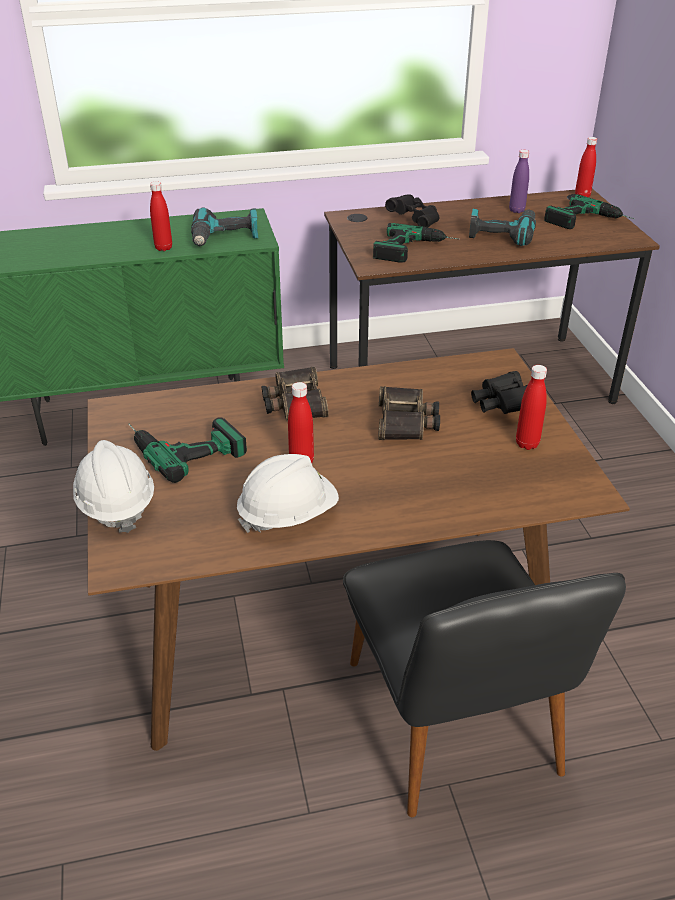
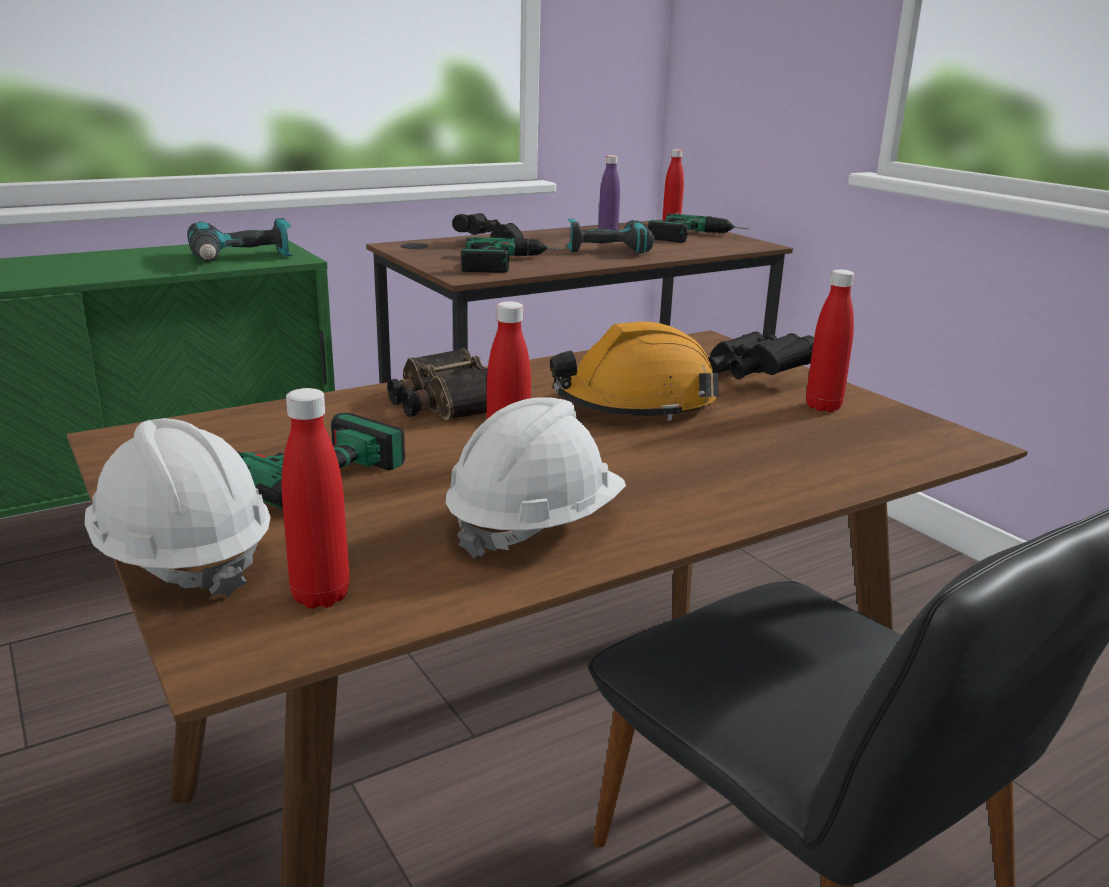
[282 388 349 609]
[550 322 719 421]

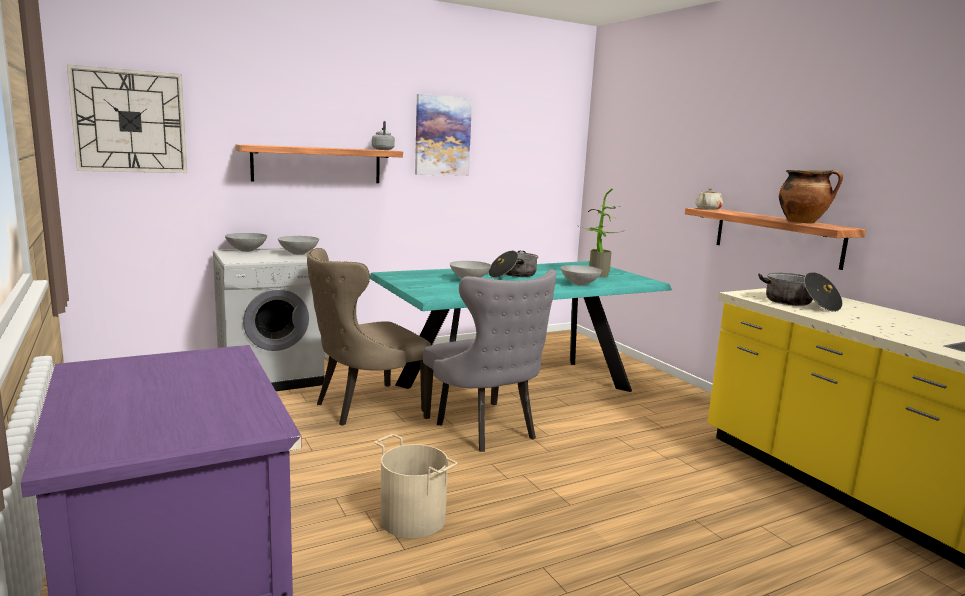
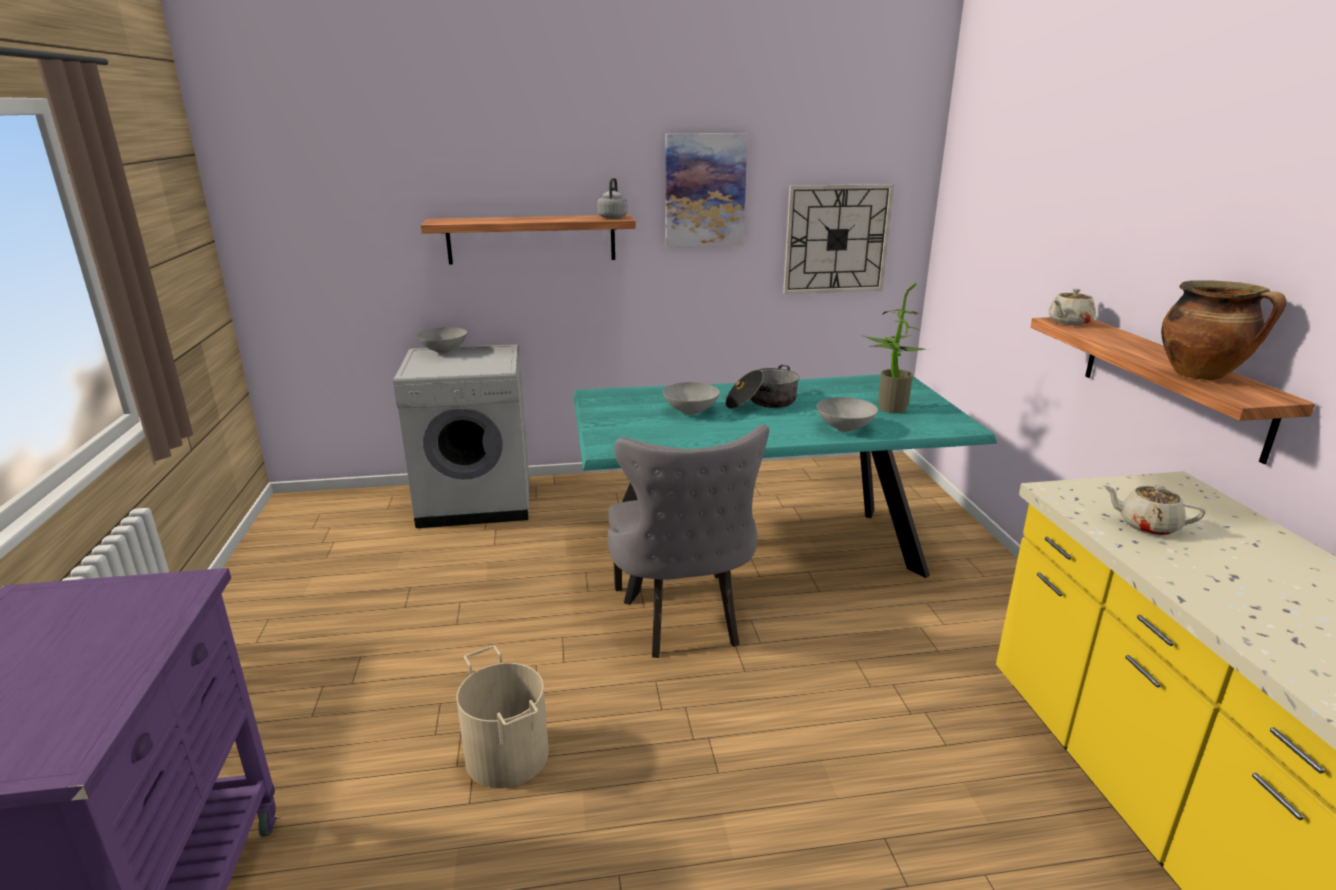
[783 184 894 294]
[278 236 319 255] (first image)
[307 248 431 426] (first image)
[1103 485 1206 535]

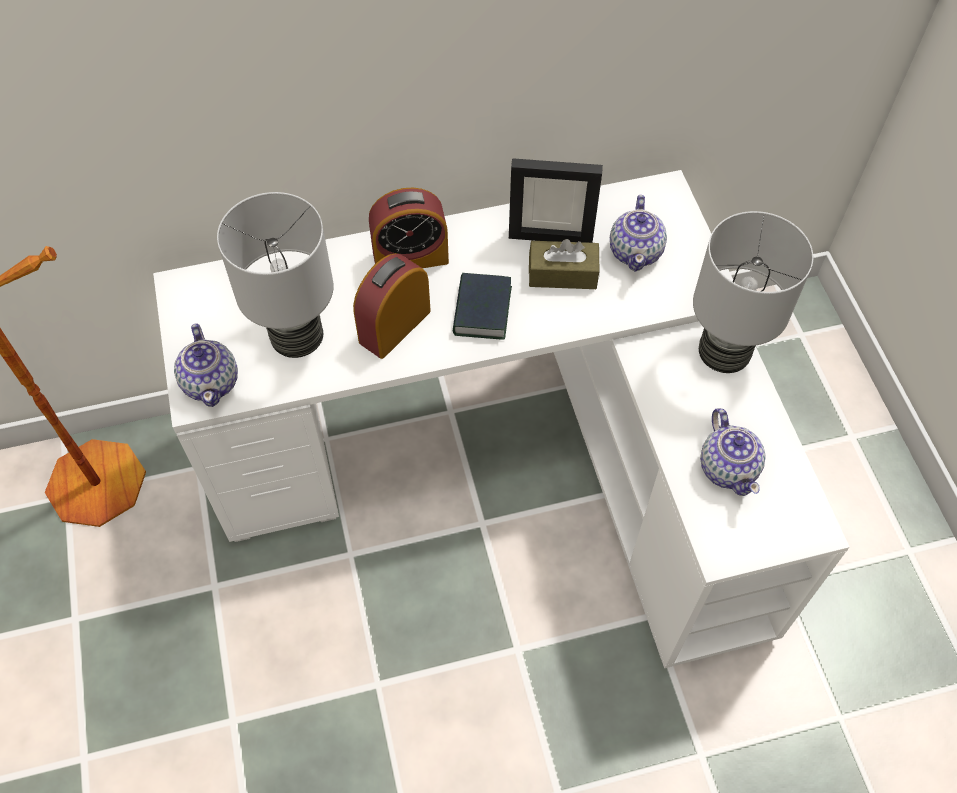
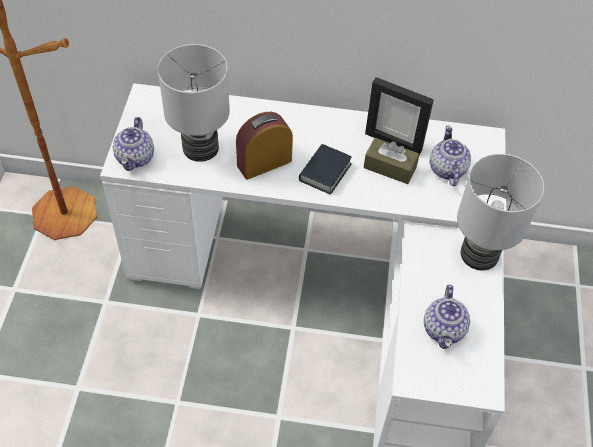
[369 187 449 268] (first image)
[430 125 471 186]

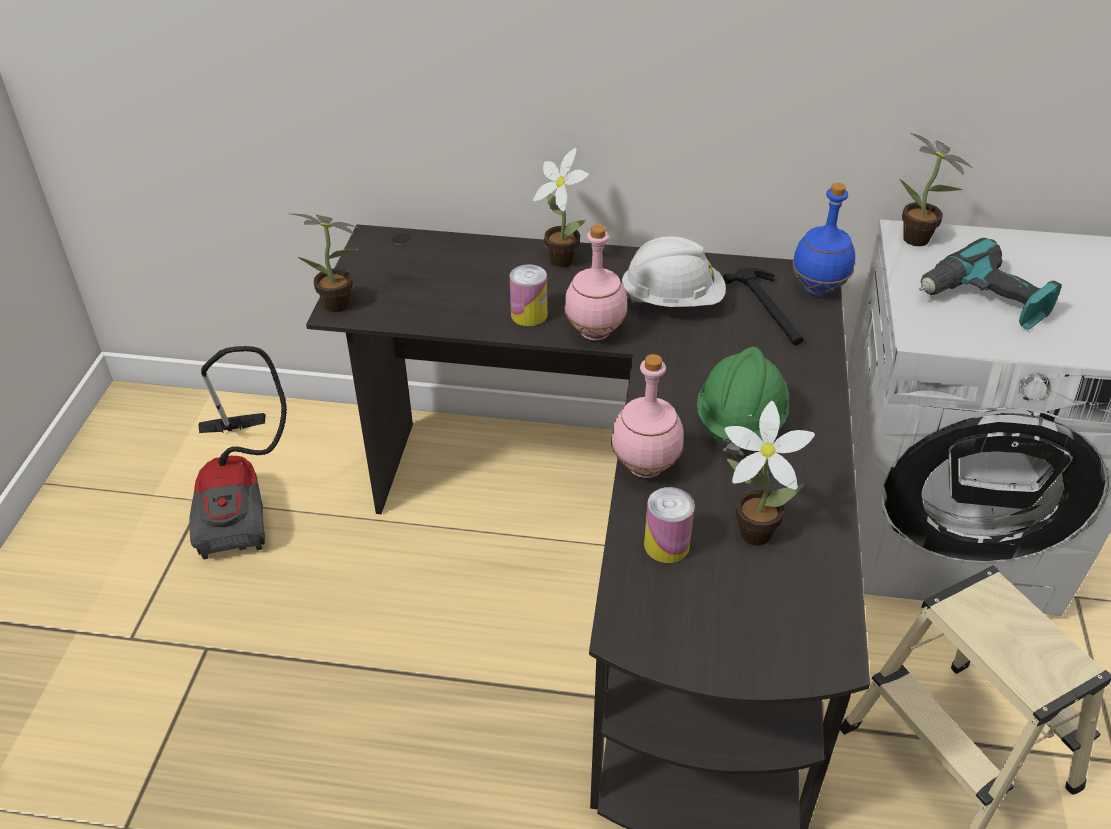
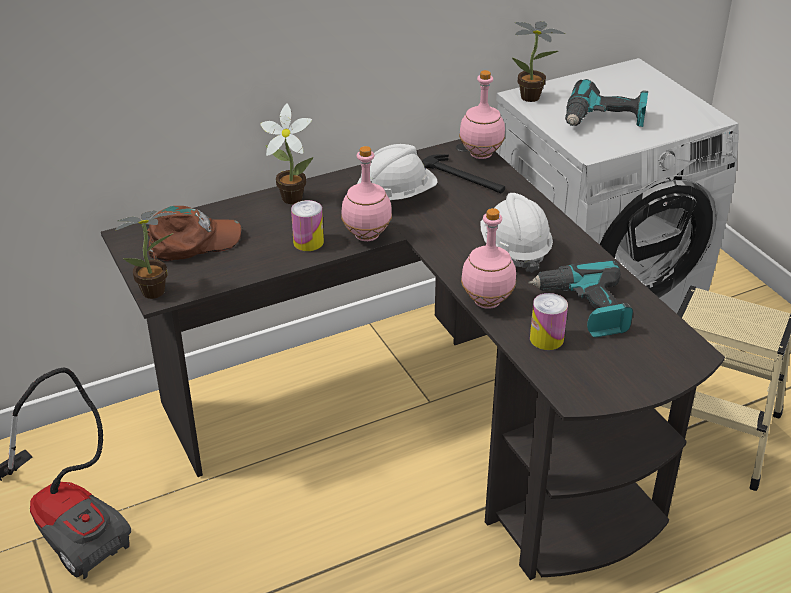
[459 70 505 159]
[480 193 553 273]
[528 259 633 337]
[147 206 243 261]

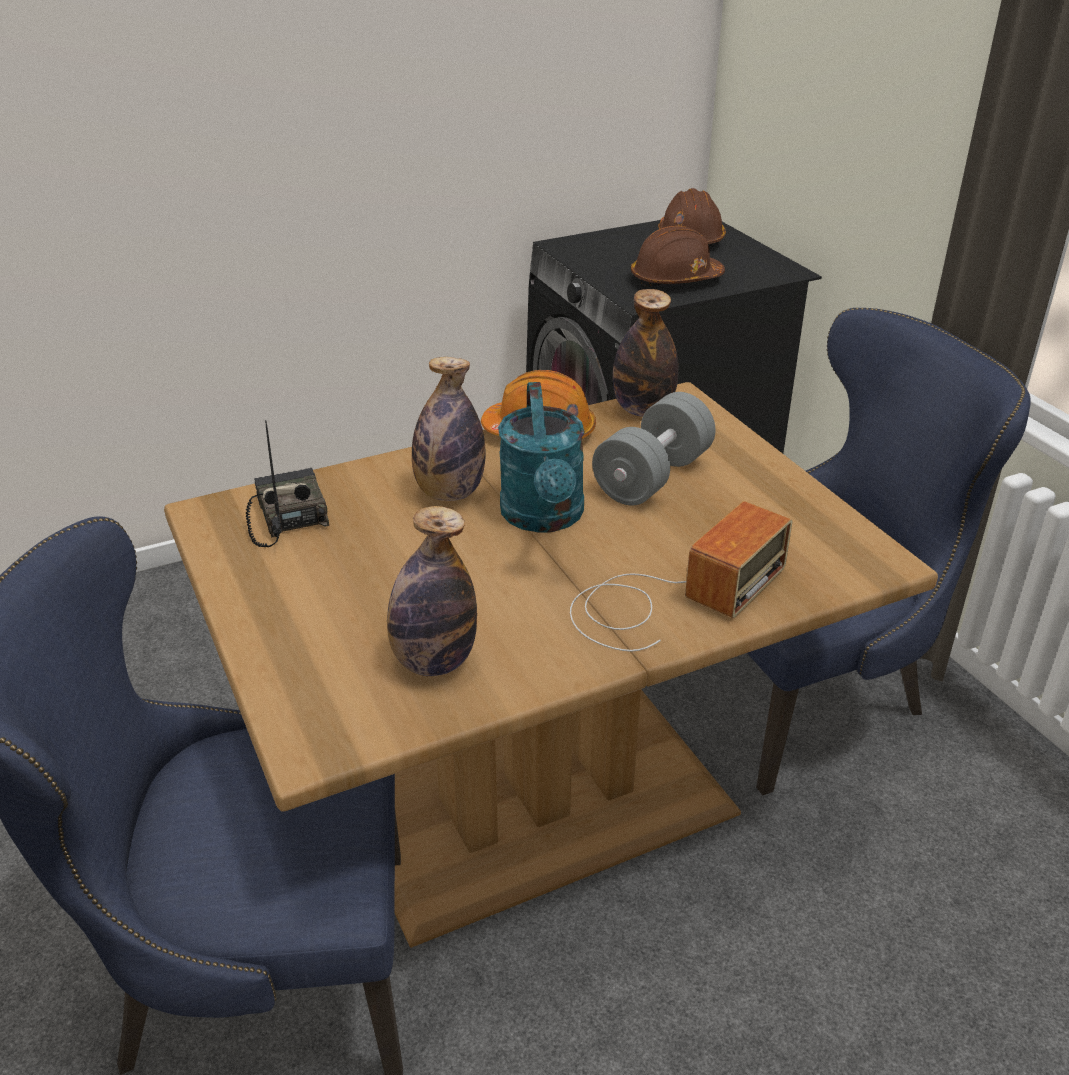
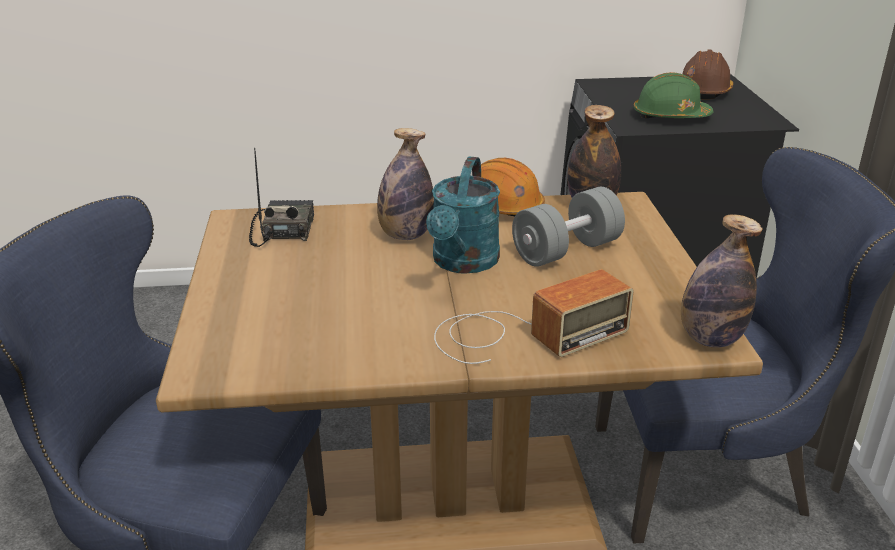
[634 72 713 118]
[681 214 762 348]

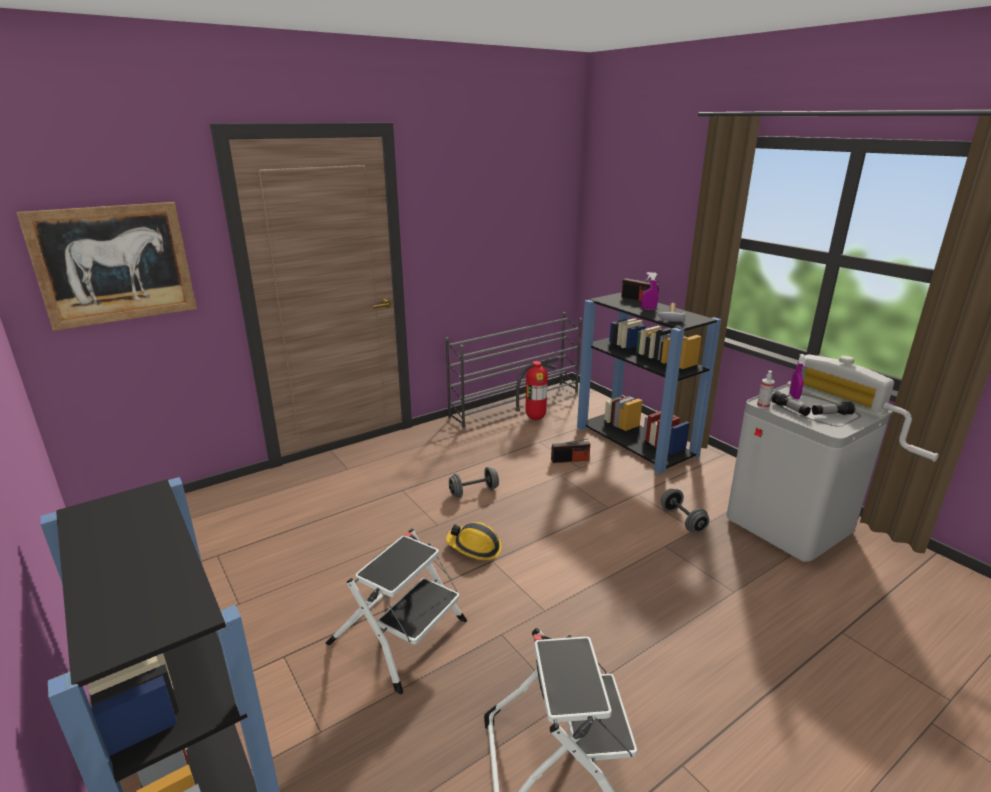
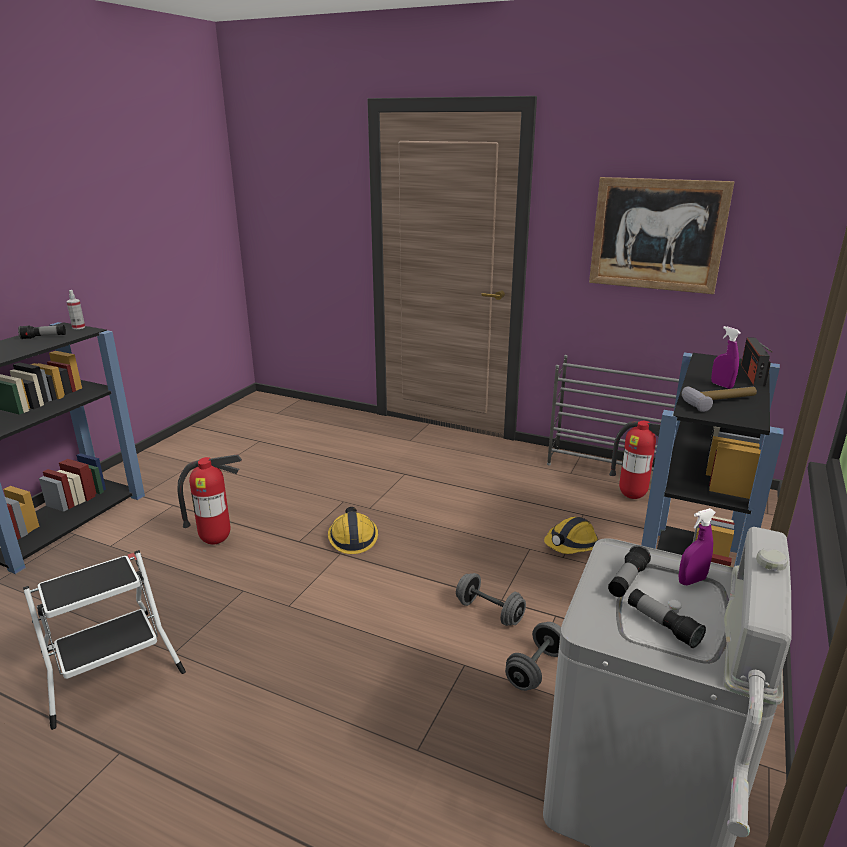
[589 177 735 294]
[66 290 85 329]
[544 517 598 554]
[456 573 526 626]
[177 454 242 544]
[18 325 66 339]

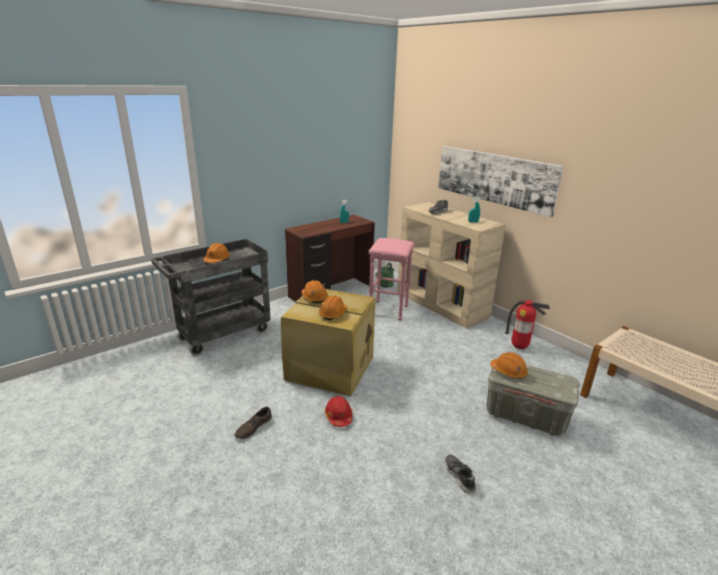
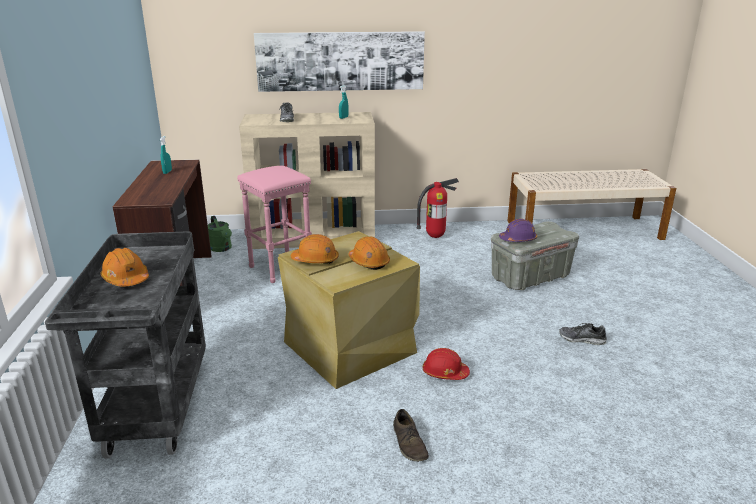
[499 219 537 242]

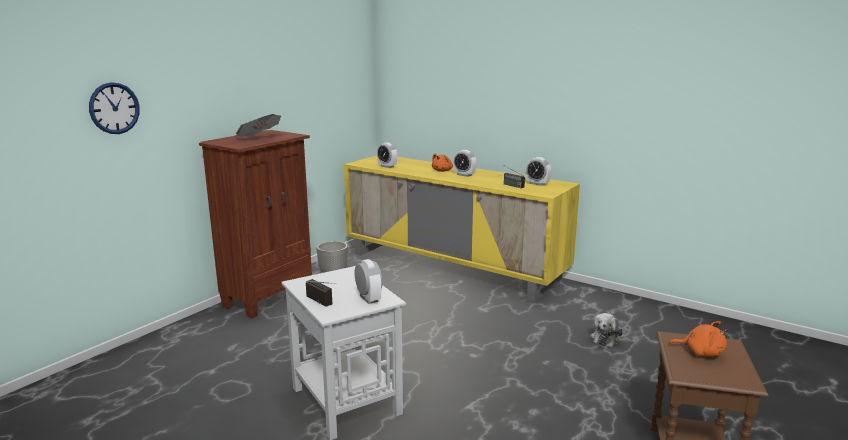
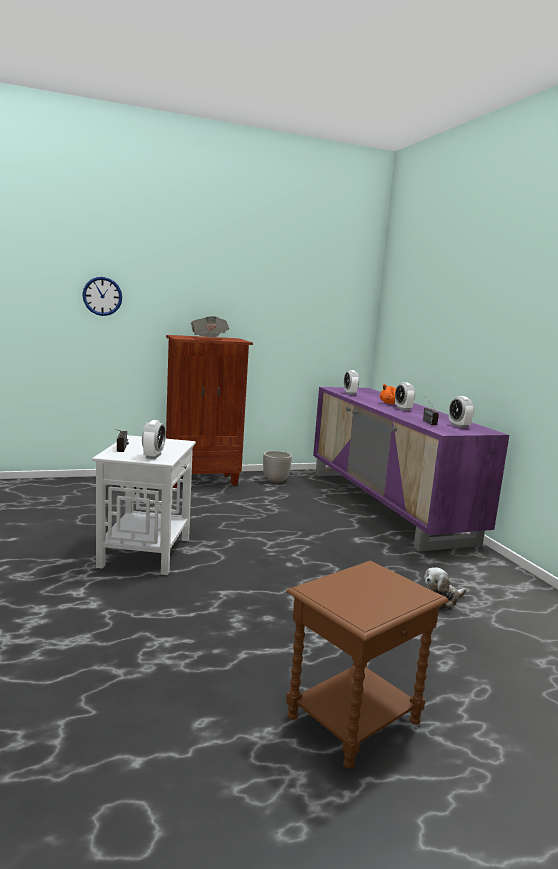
[313 387 509 551]
[670 321 728 357] (first image)

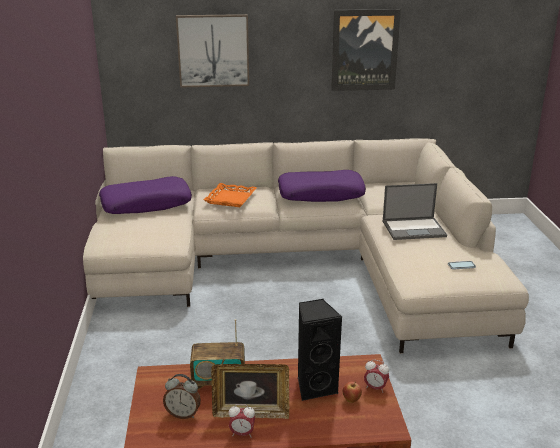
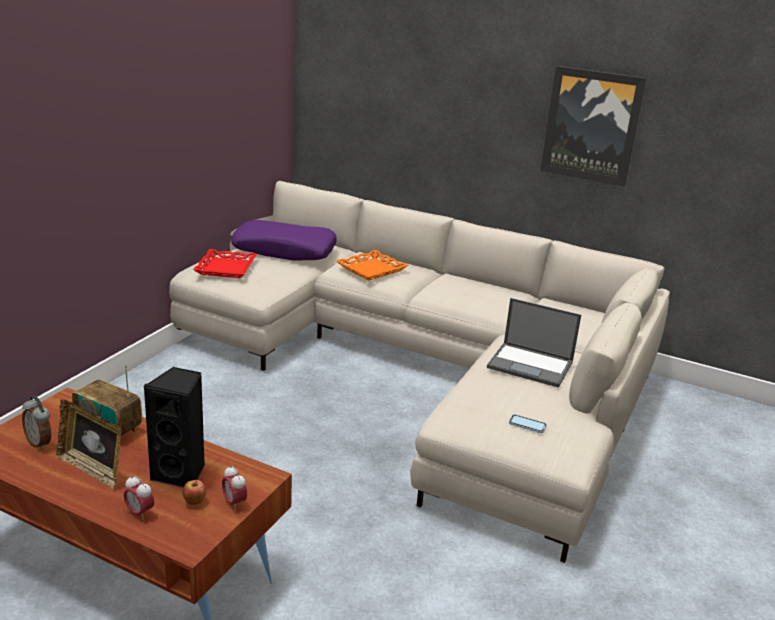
[176 14 249 88] (first image)
[278 170 366 202] (first image)
[124 475 154 520]
[193 249 257 278]

